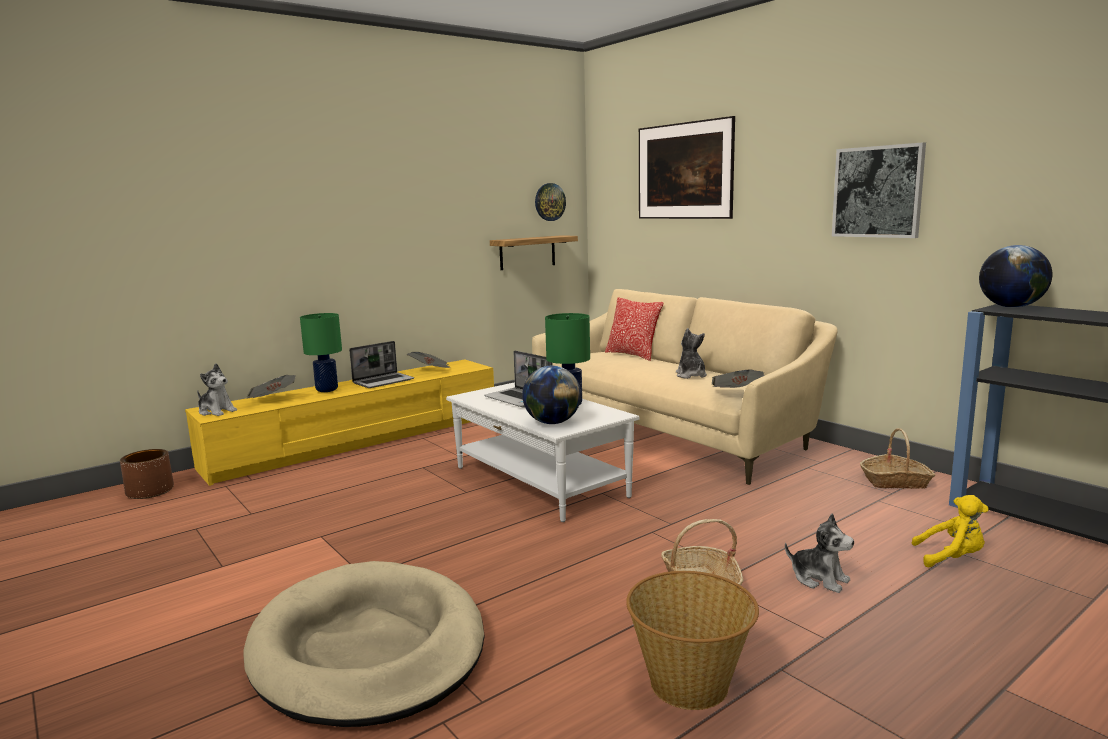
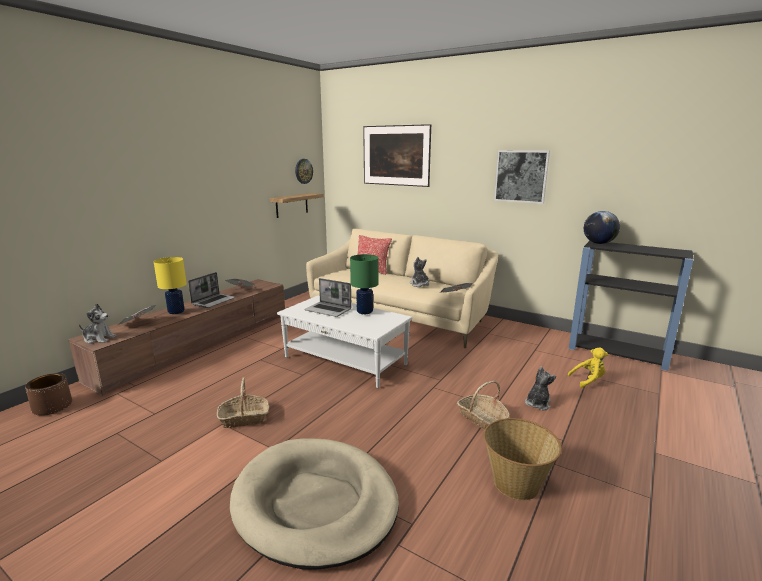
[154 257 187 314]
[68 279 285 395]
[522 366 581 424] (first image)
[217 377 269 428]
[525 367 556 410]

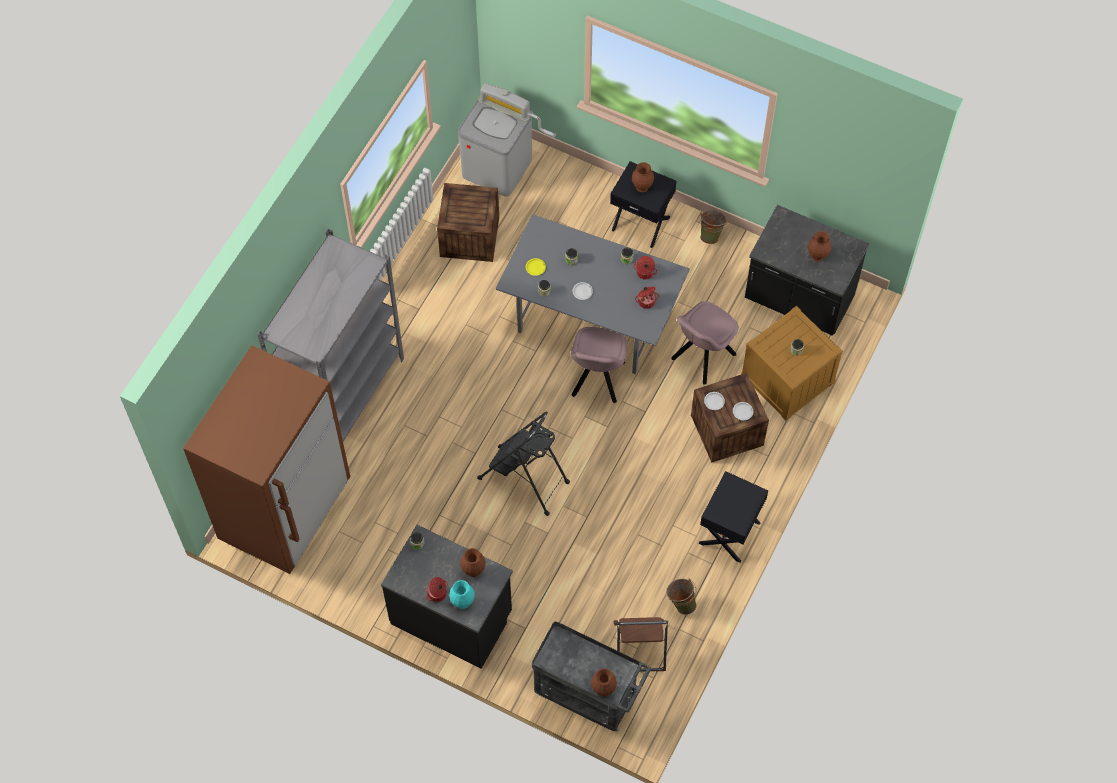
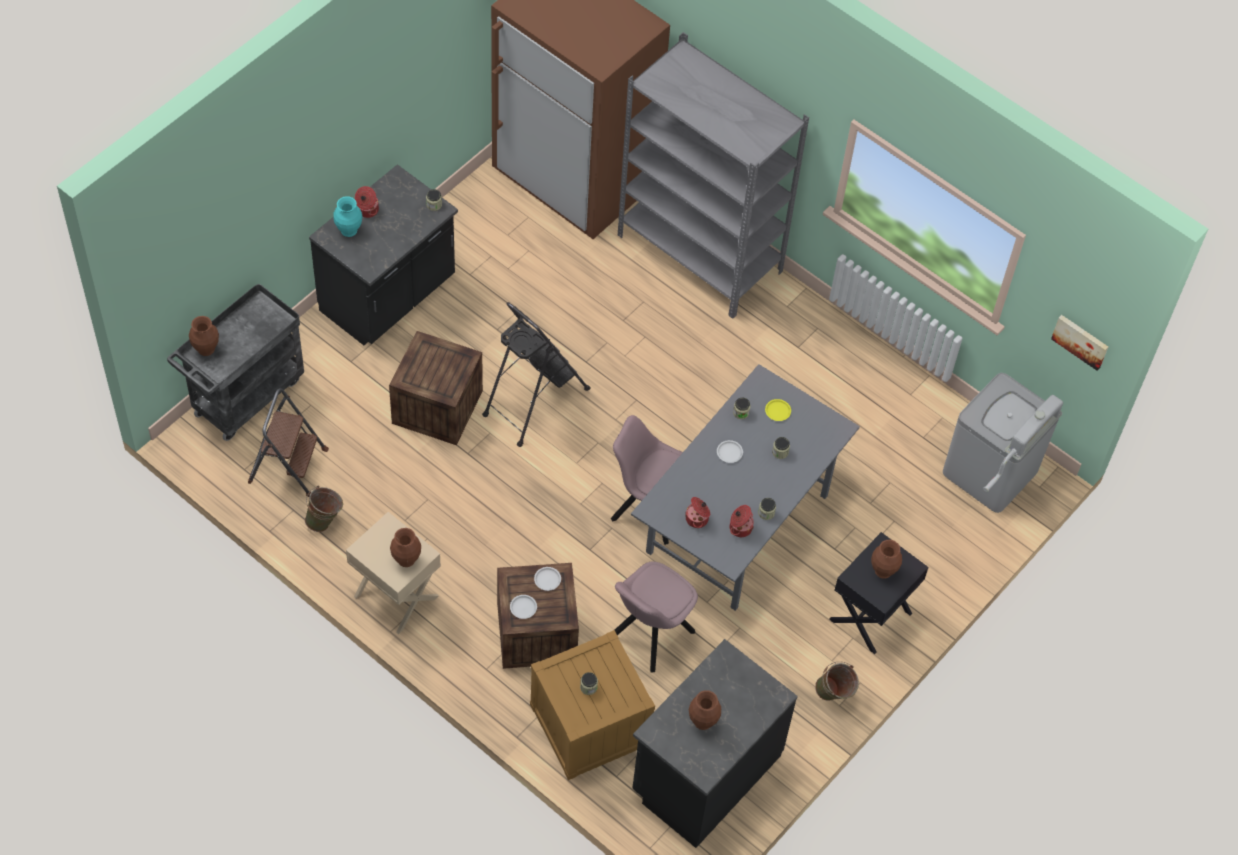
[389 331 483 445]
[615 561 698 672]
[346 512 441 634]
[390 528 421 567]
[1051 315 1108 371]

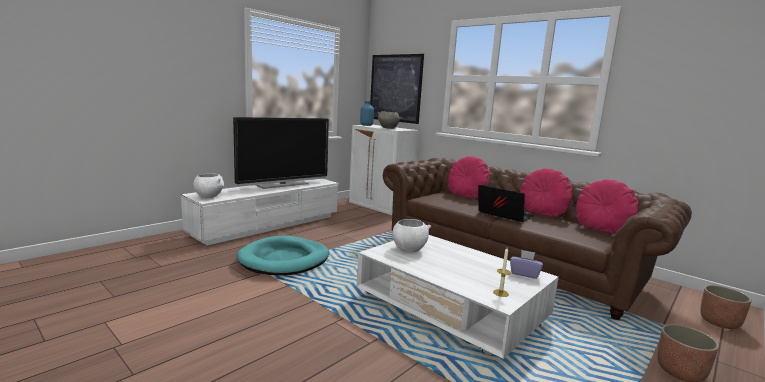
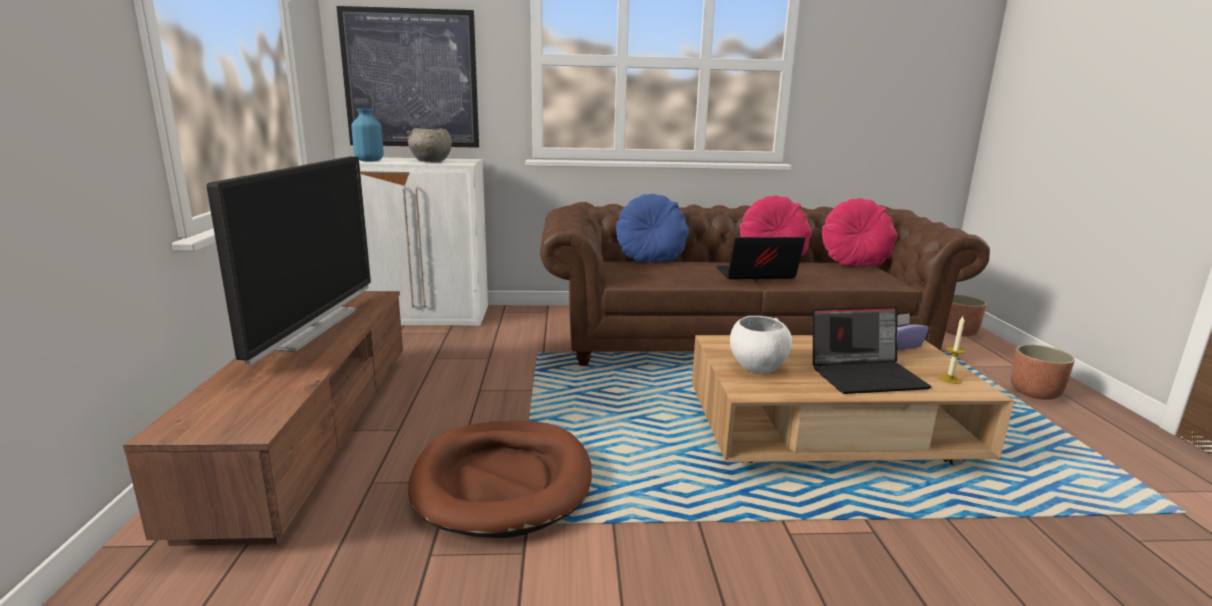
[616 194 689 262]
[193 174 224 198] (first image)
[123 291 403 546]
[408 420 592 538]
[692 335 1014 466]
[813 306 932 394]

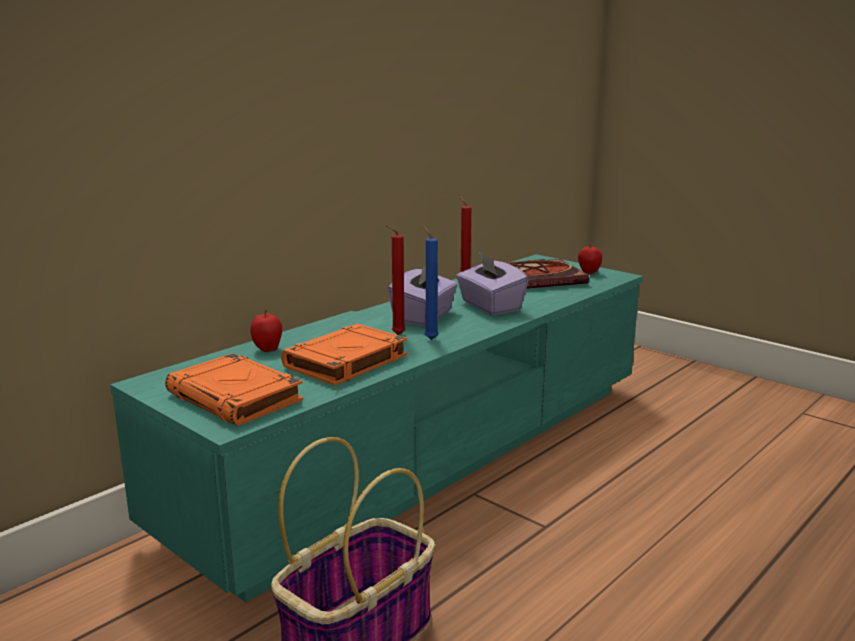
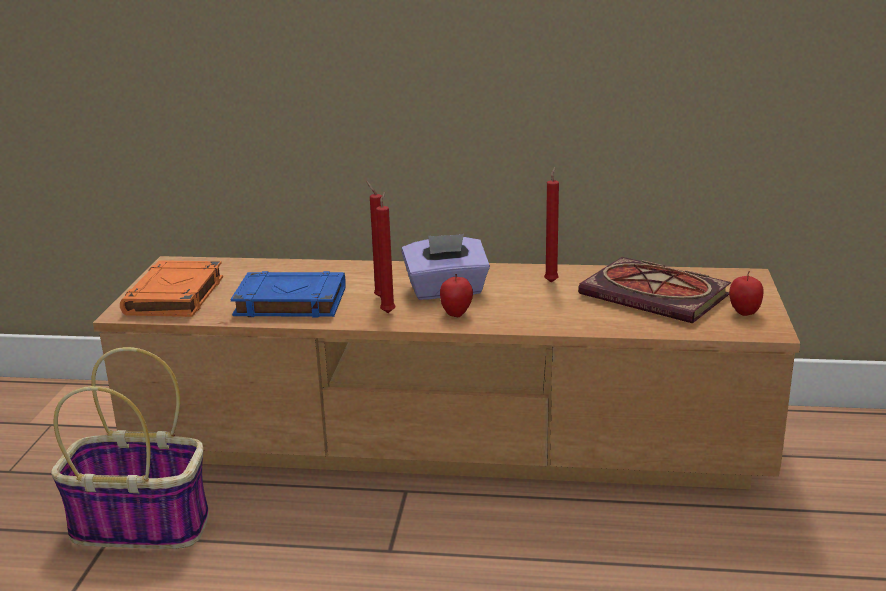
[376 192 395 313]
[456 251 528 315] (first image)
[93 256 800 489]
[440 274 473 317]
[230 271 345 318]

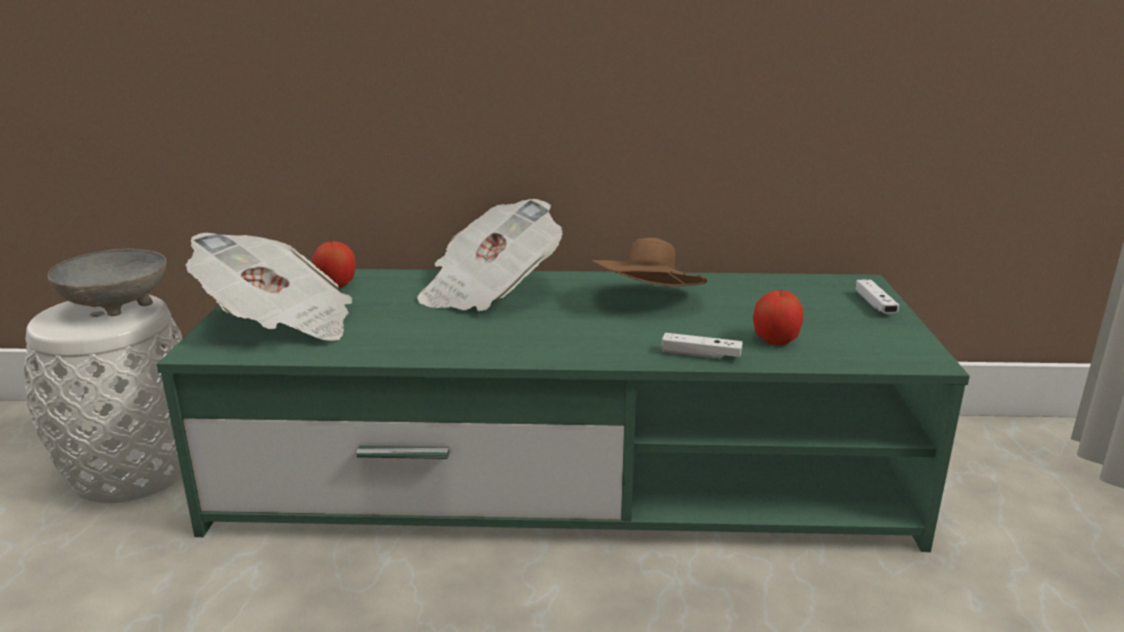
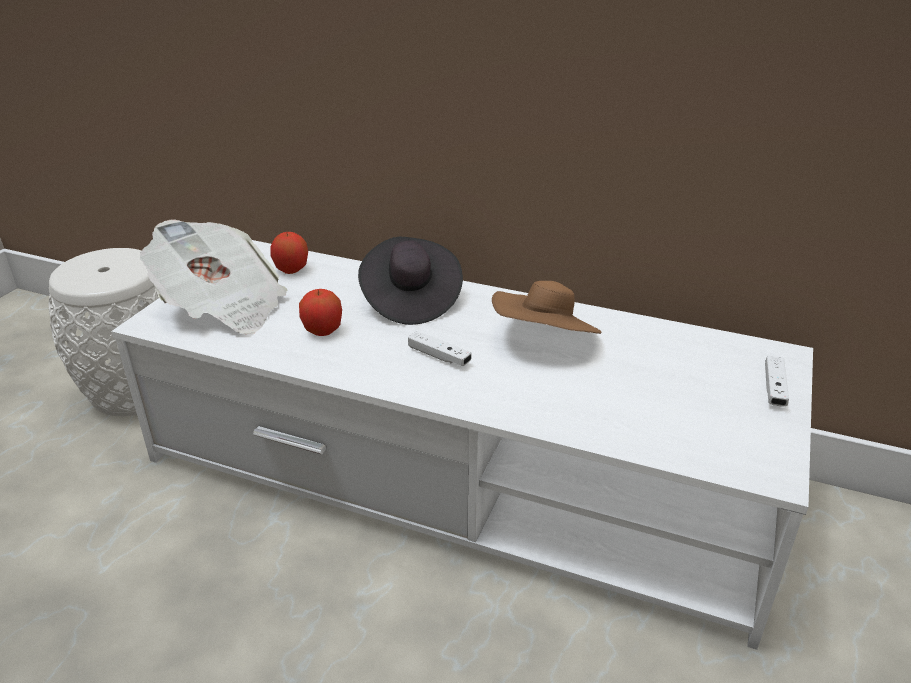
[358 237 463 325]
[47 249 166 316] (first image)
[111 240 813 650]
[299 289 342 336]
[408 331 472 366]

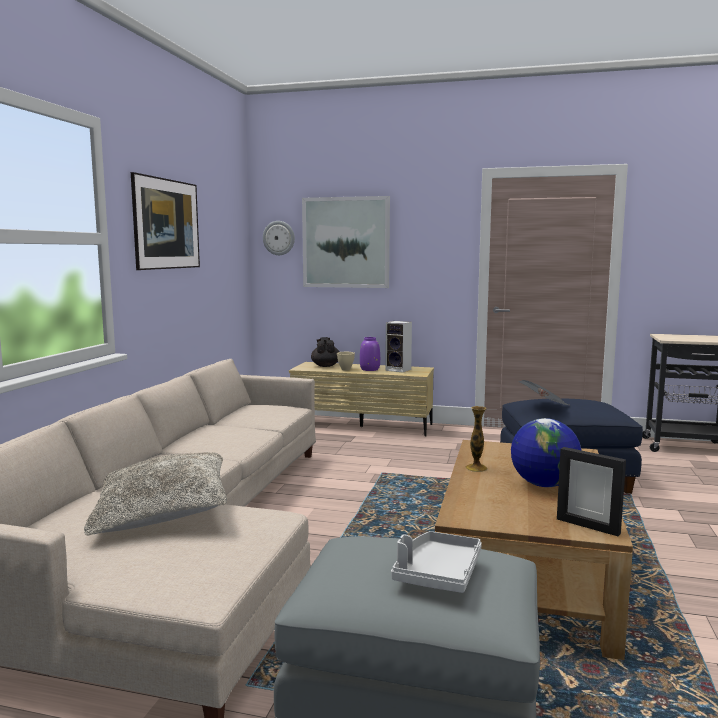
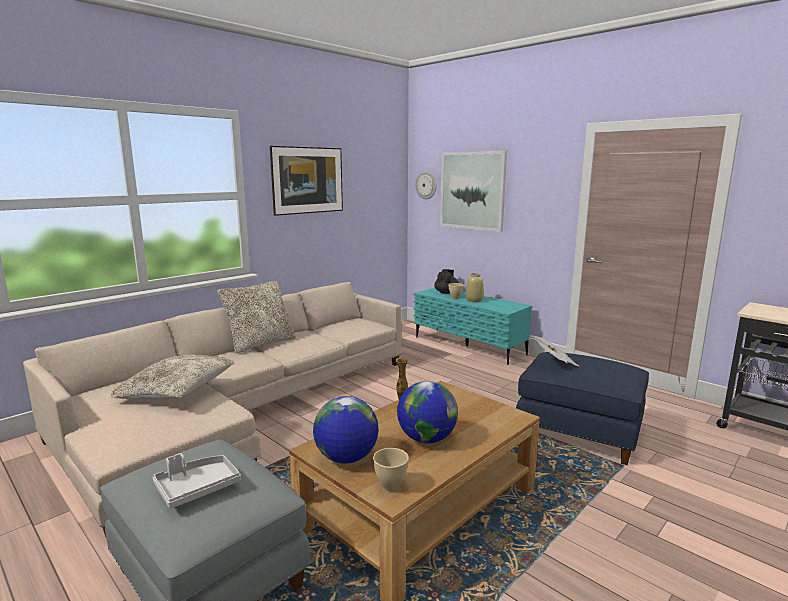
[385 321 412 373] (first image)
[466 273 484 302]
[413 288 532 365]
[373 448 409 492]
[217 281 295 353]
[313 396 379 464]

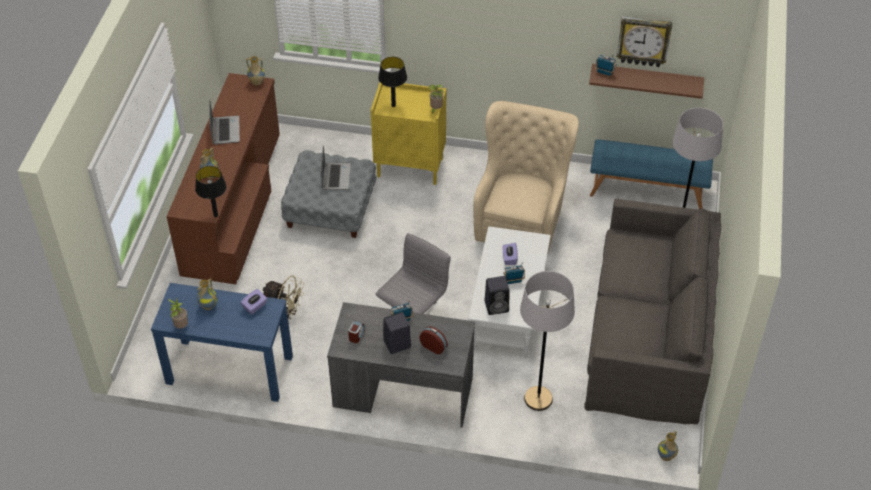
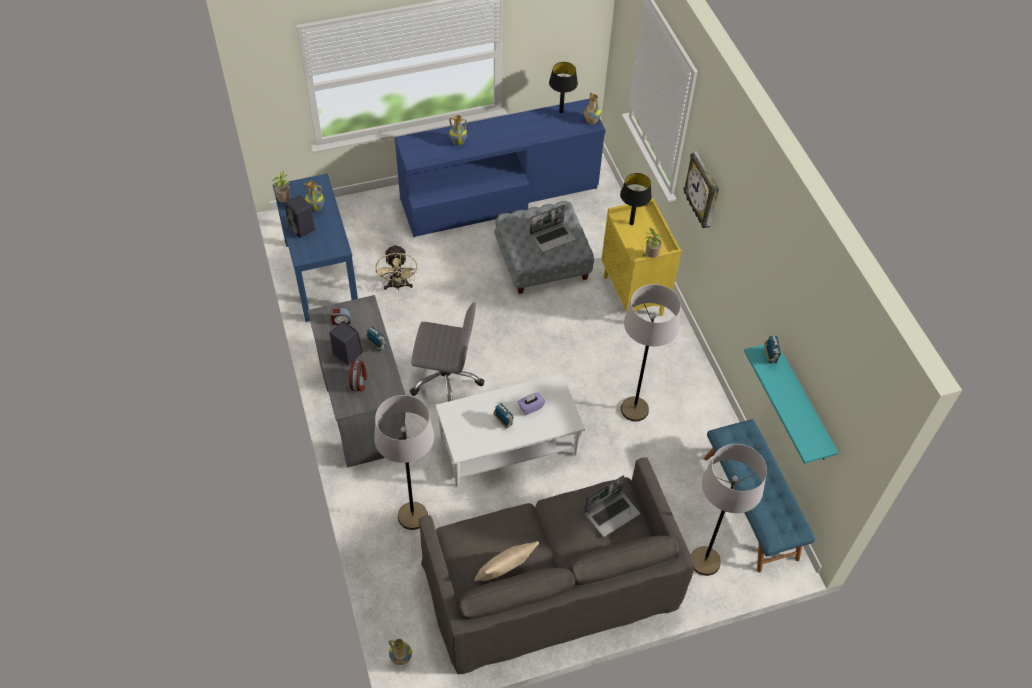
[683 151 719 228]
[744 344 838 464]
[395 99 606 237]
[584 475 640 537]
[621 284 681 422]
[549 62 578 113]
[285 195 315 238]
[241 289 267 314] (first image)
[474 541 539 581]

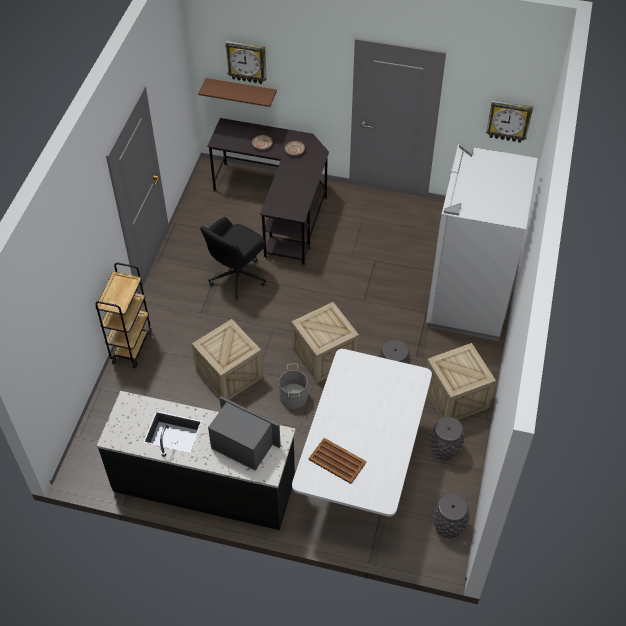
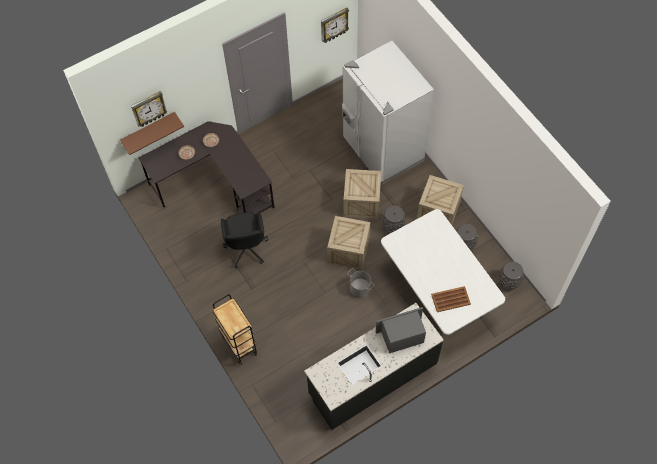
[344 169 381 219]

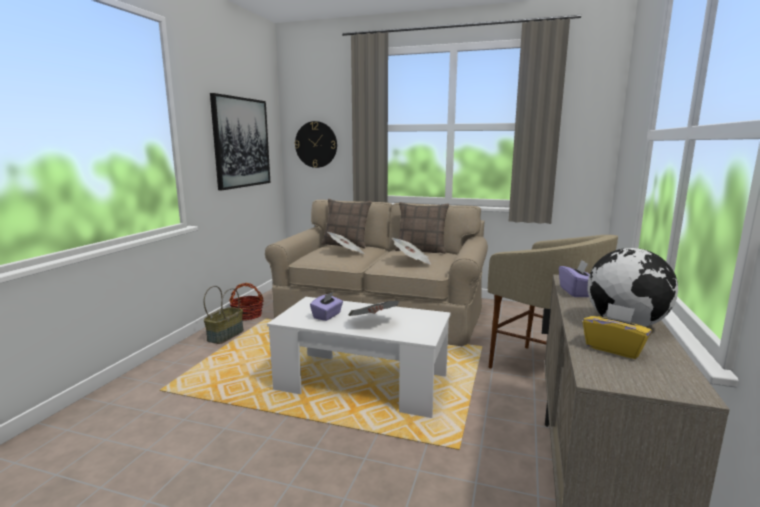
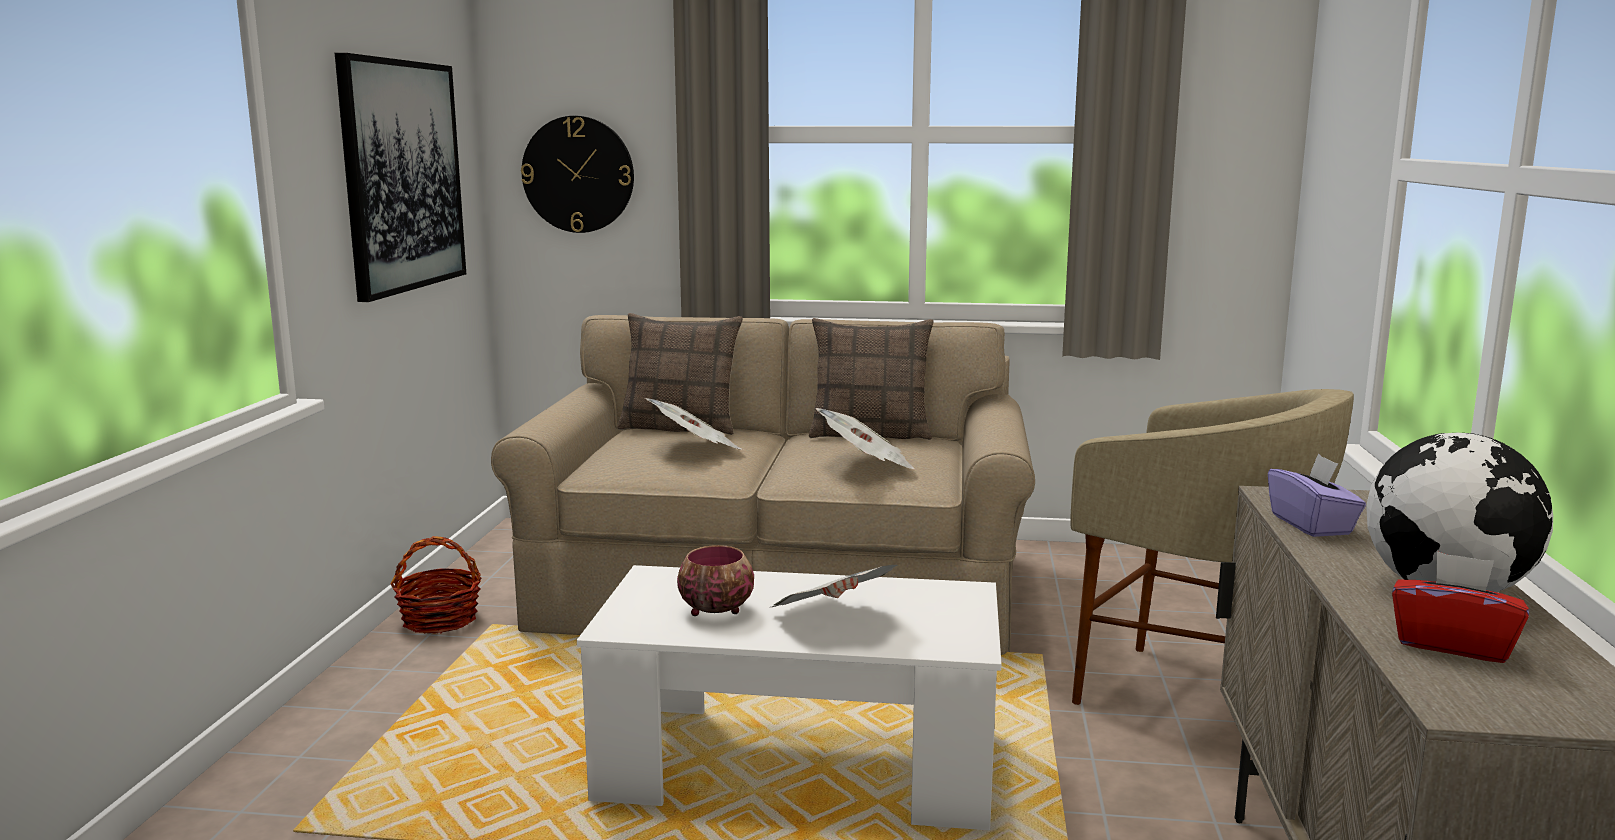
[204 286 244 344] (first image)
[677 545 754 616]
[1392 551 1529 663]

